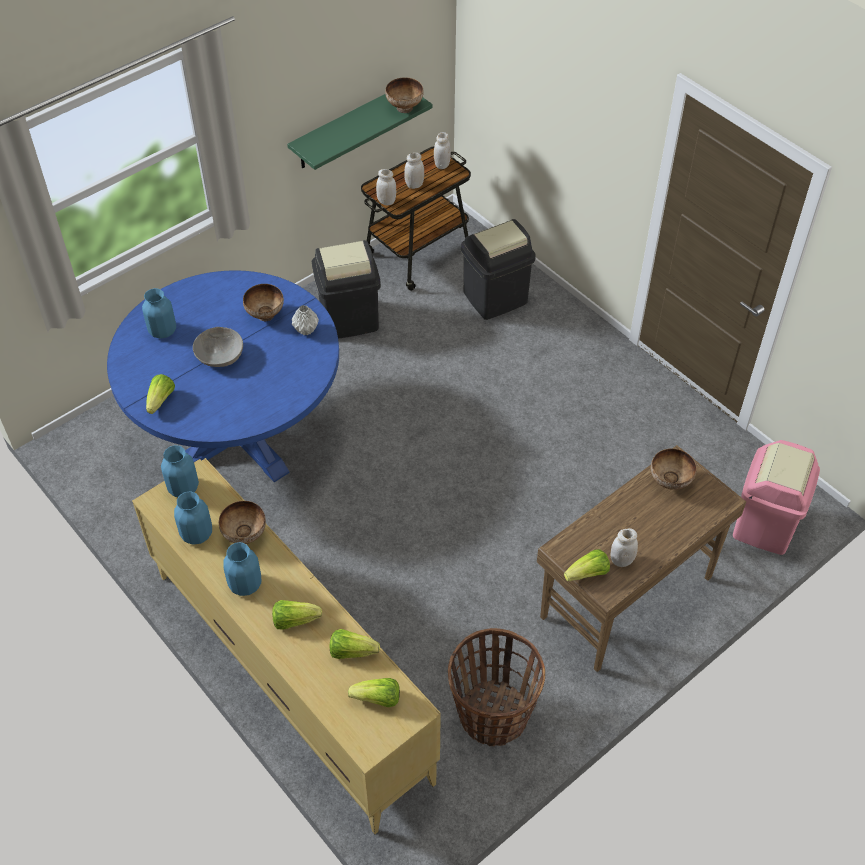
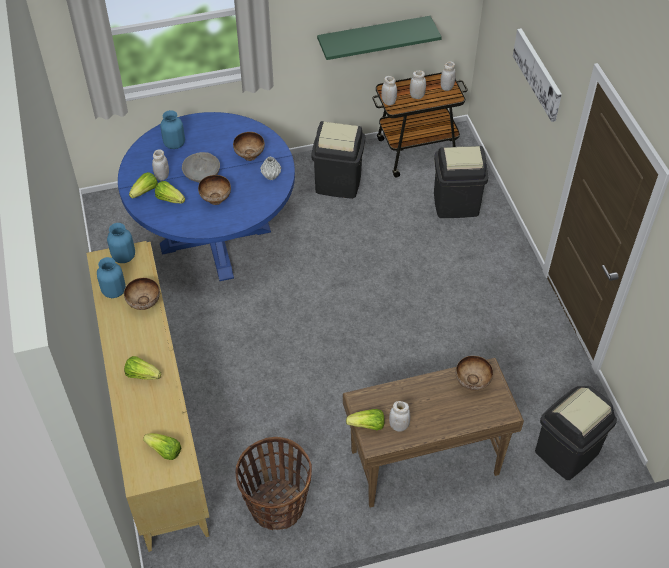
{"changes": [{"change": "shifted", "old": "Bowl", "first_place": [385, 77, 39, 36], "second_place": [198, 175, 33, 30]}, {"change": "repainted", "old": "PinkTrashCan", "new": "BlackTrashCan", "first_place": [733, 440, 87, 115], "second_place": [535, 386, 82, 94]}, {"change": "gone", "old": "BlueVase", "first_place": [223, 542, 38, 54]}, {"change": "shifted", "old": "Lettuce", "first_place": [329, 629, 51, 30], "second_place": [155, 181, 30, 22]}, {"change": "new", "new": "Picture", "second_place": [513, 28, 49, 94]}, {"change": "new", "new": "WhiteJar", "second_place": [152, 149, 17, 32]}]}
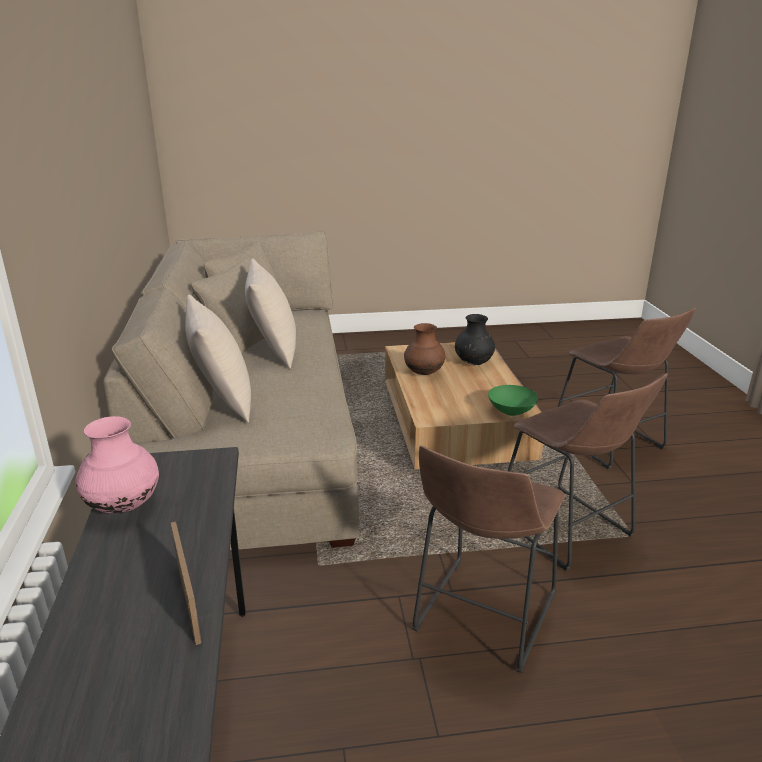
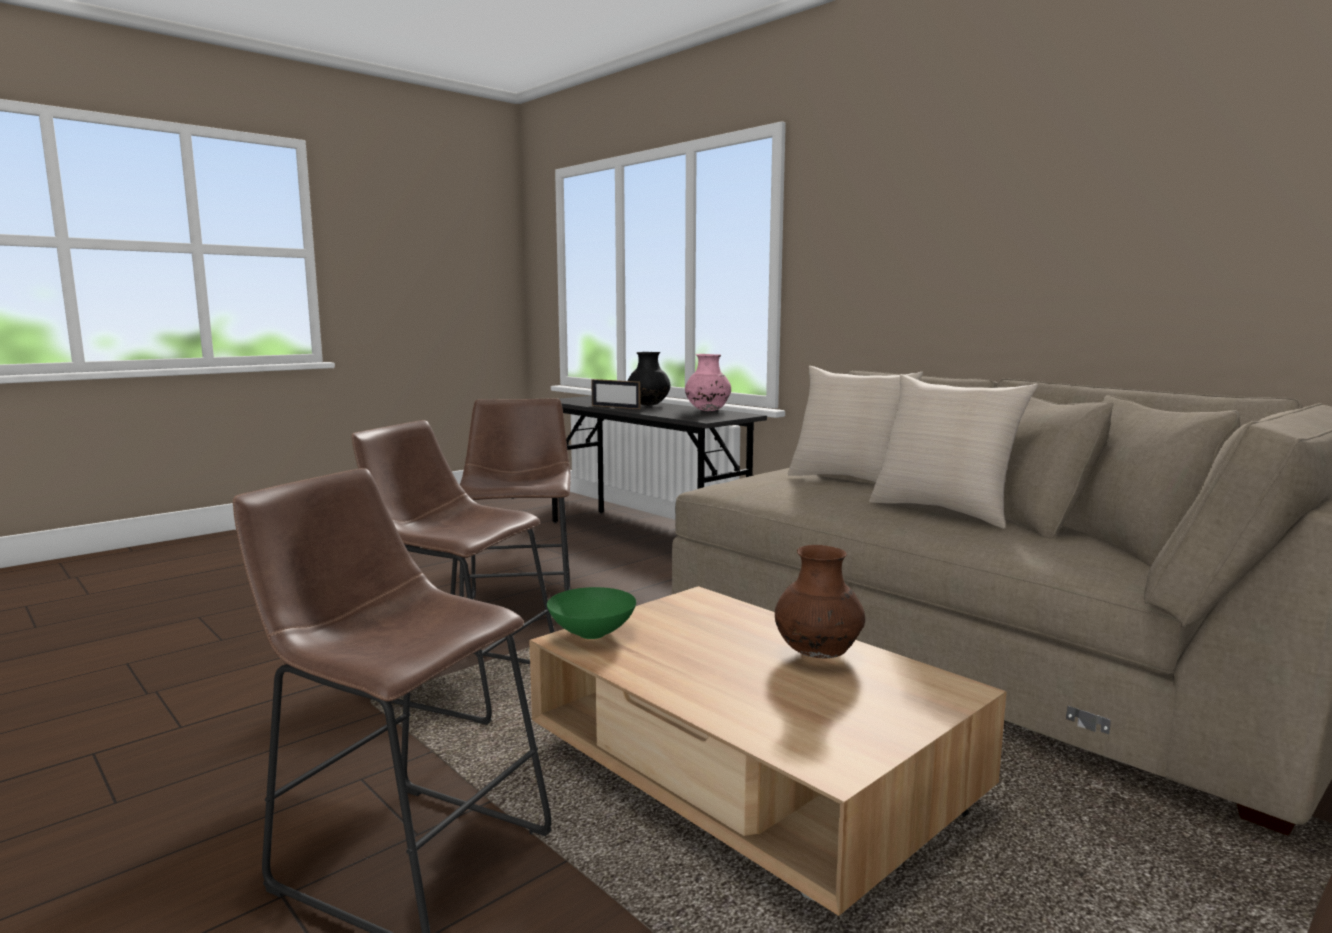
{"changes": [{"change": "shifted", "old": "BlackVase", "first_place": [455, 314, 40, 51], "second_place": [627, 352, 44, 54]}]}
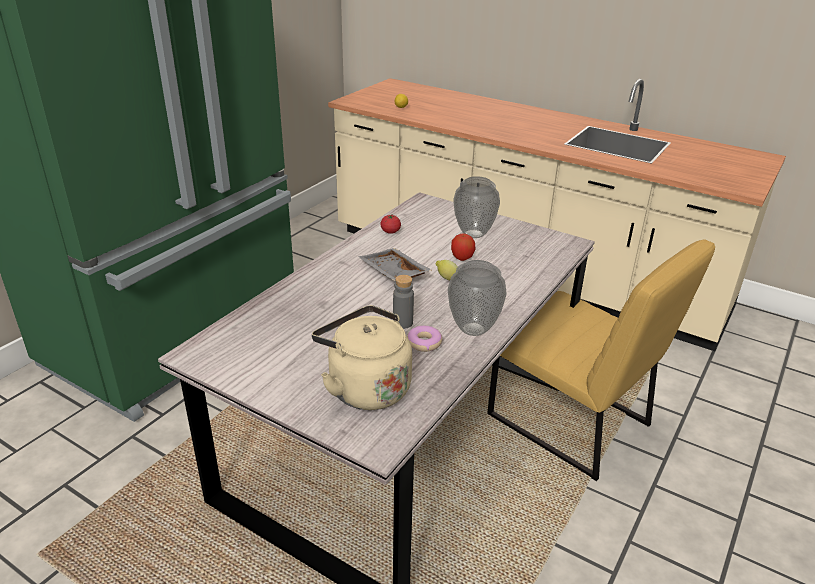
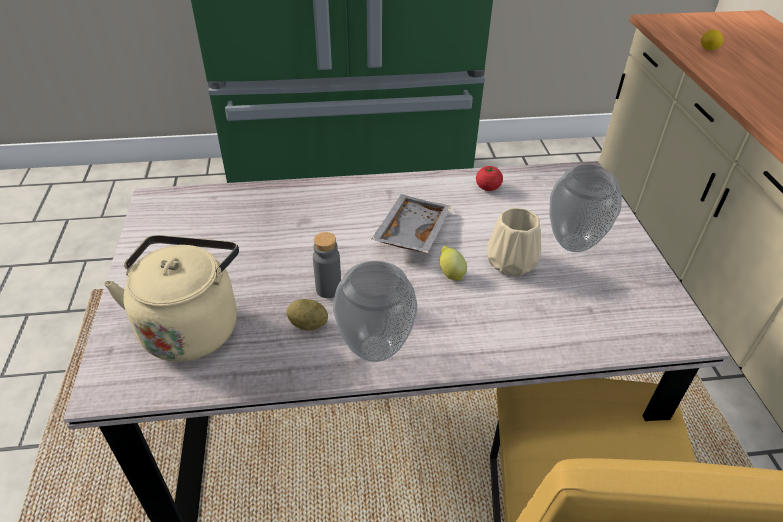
{"changes": [{"change": "swapped", "old": "Apple", "new": "BeigeVase", "first_place": [451, 233, 24, 28], "second_place": [488, 208, 53, 68]}, {"change": "swapped", "old": "Donut", "new": "Potato", "first_place": [407, 326, 35, 26], "second_place": [286, 299, 42, 31]}]}
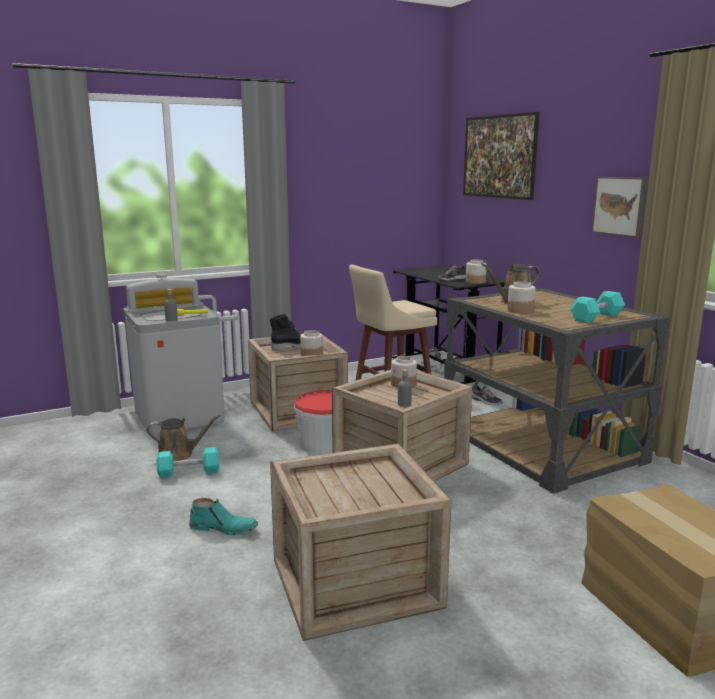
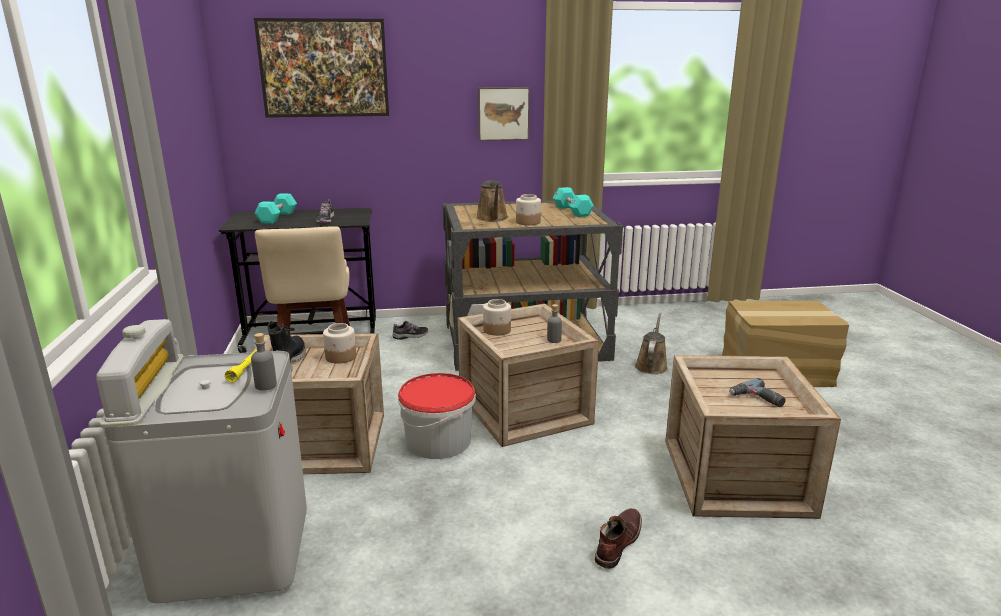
{"changes": [{"change": "gone", "old": "Jar", "first_place": [466, 260, 21, 24]}, {"change": "shifted", "old": "BrownWateringCan", "first_place": [147, 415, 74, 46], "second_place": [635, 313, 33, 61]}, {"change": "shifted", "old": "TurquoiseDumbbell", "first_place": [156, 447, 63, 31], "second_place": [255, 193, 42, 31]}, {"change": "repainted", "old": "TurquoiseBoot", "new": "BrownBoot", "first_place": [189, 498, 69, 37], "second_place": [595, 508, 47, 61]}, {"change": "new", "new": "PowerDrill", "second_place": [729, 378, 57, 29]}]}
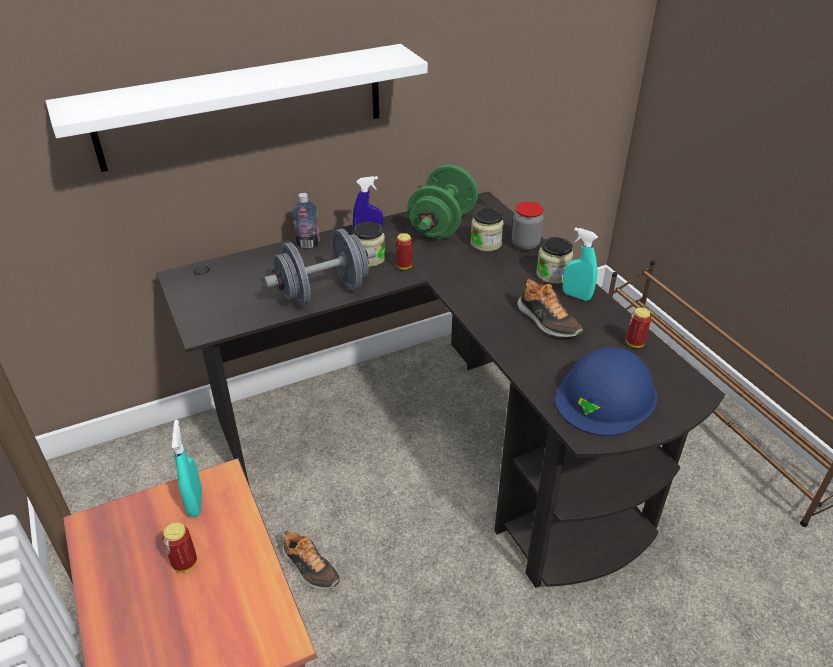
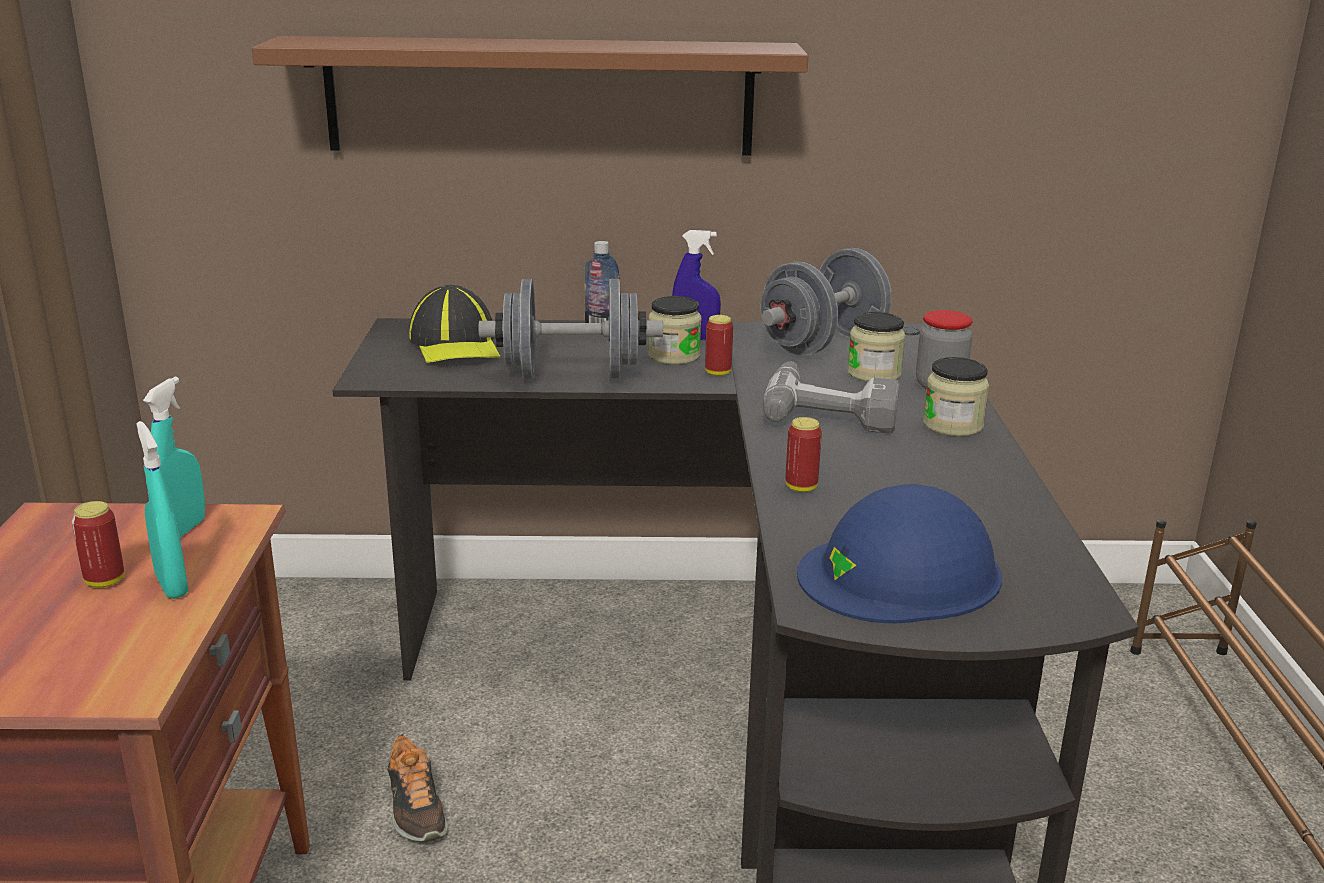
{"changes": [{"change": "repainted", "old": "WhiteShelf", "new": "BrownShelf", "first_place": [46, 44, 382, 128], "second_place": [252, 36, 556, 120]}, {"change": "repainted", "old": "GreenDumbbell", "new": "GreyDumbbell", "first_place": [407, 165, 71, 74], "second_place": [760, 248, 131, 108]}, {"change": "shifted", "old": "TurquoiseSprayBottle", "first_place": [563, 227, 35, 74], "second_place": [136, 421, 52, 178]}, {"change": "gone", "old": "Shoe", "first_place": [518, 279, 65, 58]}, {"change": "shifted", "old": "Can", "first_place": [626, 308, 25, 40], "second_place": [785, 417, 37, 75]}, {"change": "new", "new": "Cap", "second_place": [409, 285, 91, 78]}, {"change": "new", "new": "PowerDrill", "second_place": [763, 361, 137, 73]}]}
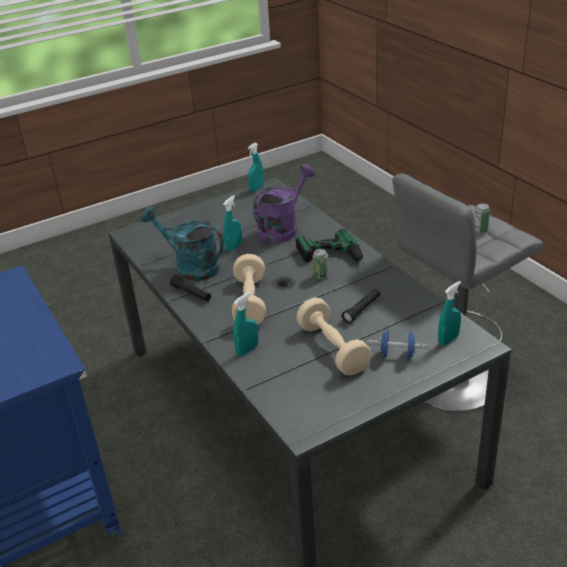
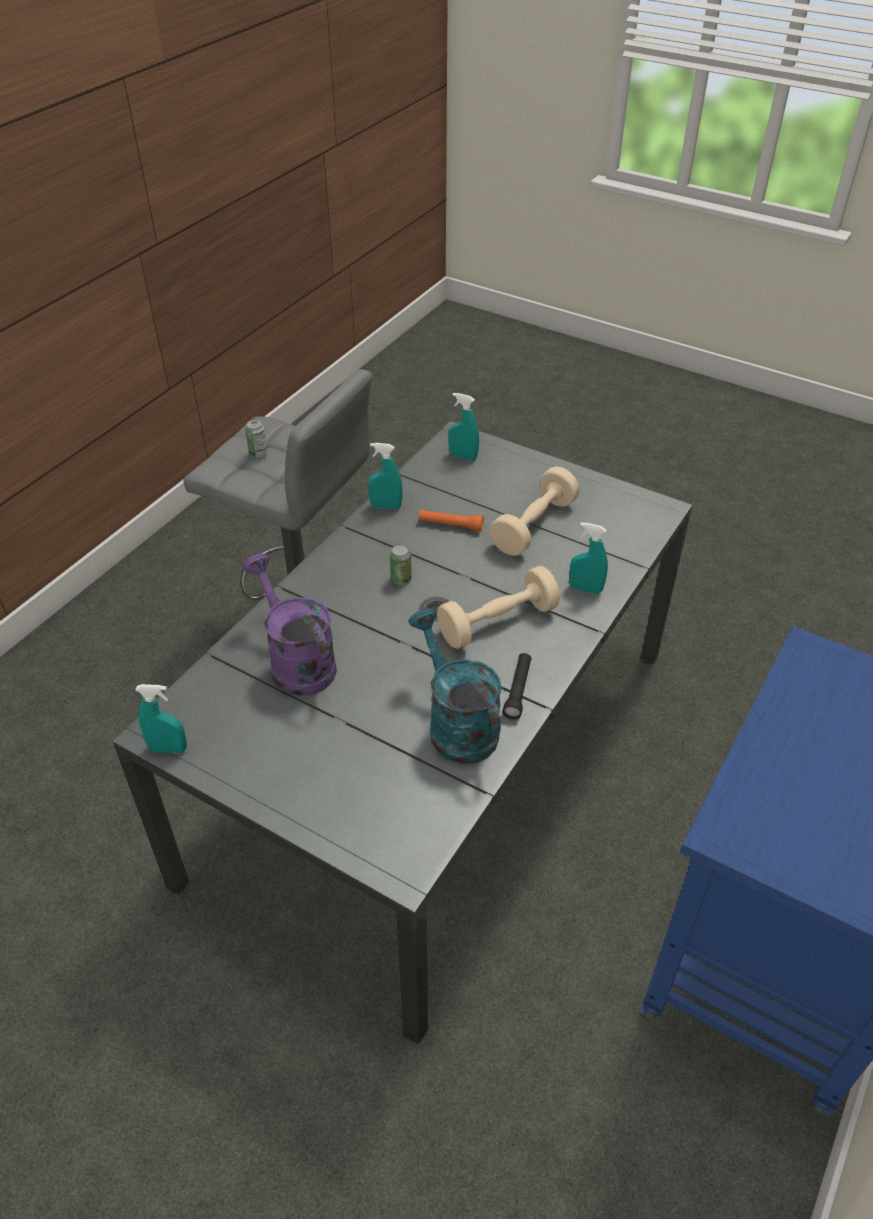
{"changes": [{"change": "rotated", "old": "PurpleWateringCan", "first_place": [253, 164, 62, 79], "second_place": [243, 553, 94, 143], "degrees": 45}, {"change": "shifted", "old": "TurquoiseSprayBottle", "first_place": [223, 195, 19, 57], "second_place": [368, 443, 34, 67]}, {"change": "rotated", "old": "TurquoiseWateringCan", "first_place": [141, 206, 83, 75], "second_place": [408, 608, 94, 156], "degrees": 150}, {"change": "gone", "old": "PowerDrill", "first_place": [296, 229, 69, 37]}, {"change": "repainted", "old": "BlackFlashlight", "new": "OrangeFlashlight", "first_place": [342, 289, 38, 34], "second_place": [419, 510, 65, 22]}, {"change": "gone", "old": "BlueDumbbell", "first_place": [368, 330, 61, 30]}]}
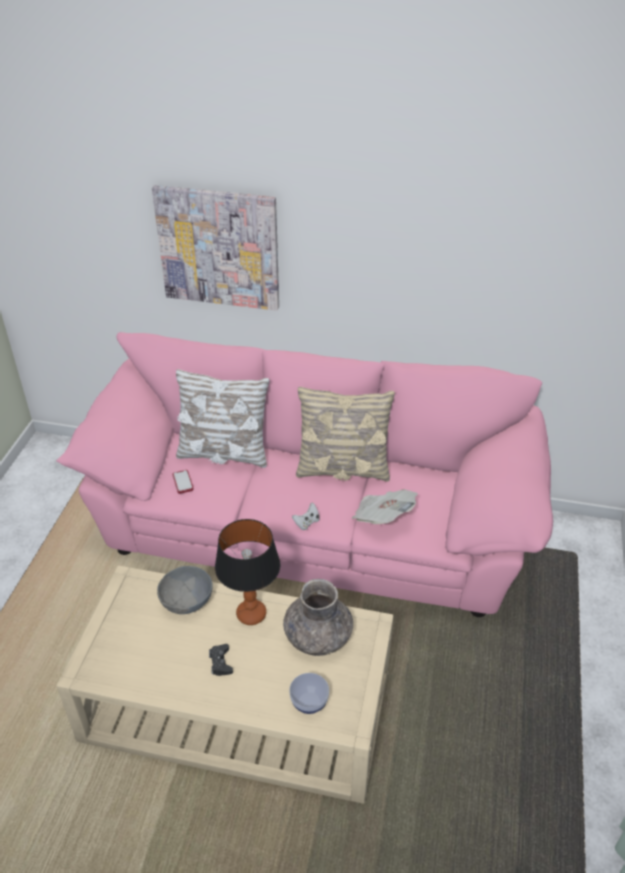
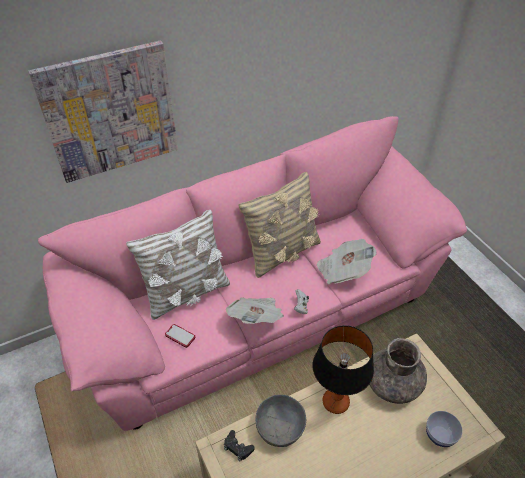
{"changes": [{"change": "shifted", "old": "BlackGameController", "first_place": [209, 644, 24, 32], "second_place": [224, 430, 31, 31]}, {"change": "new", "new": "Newspaper", "second_place": [226, 297, 58, 27]}]}
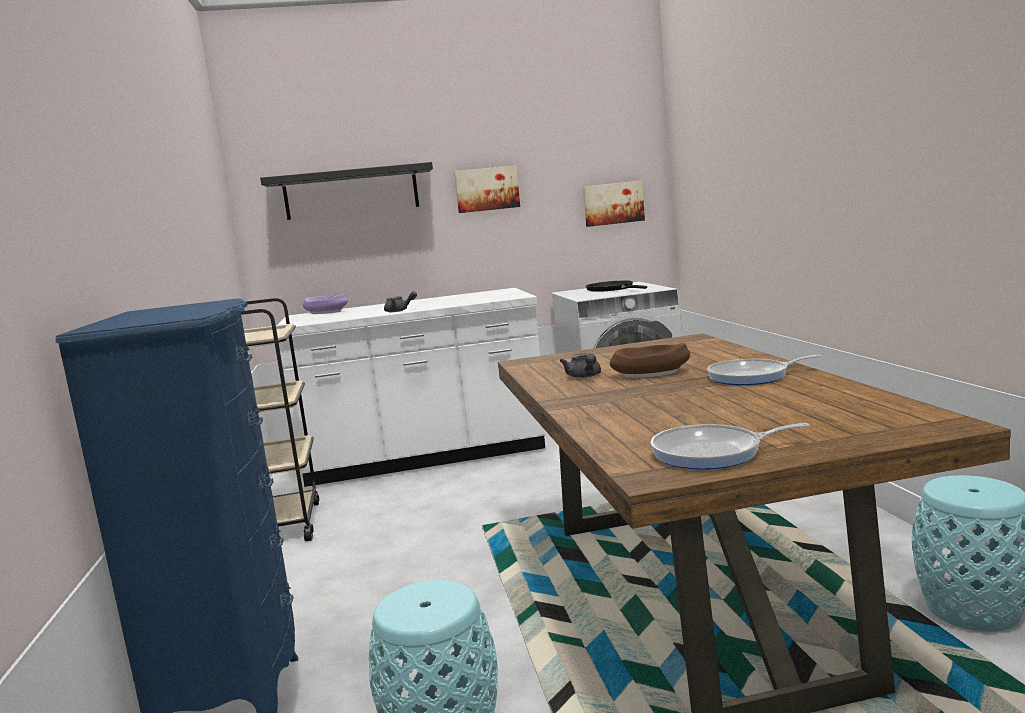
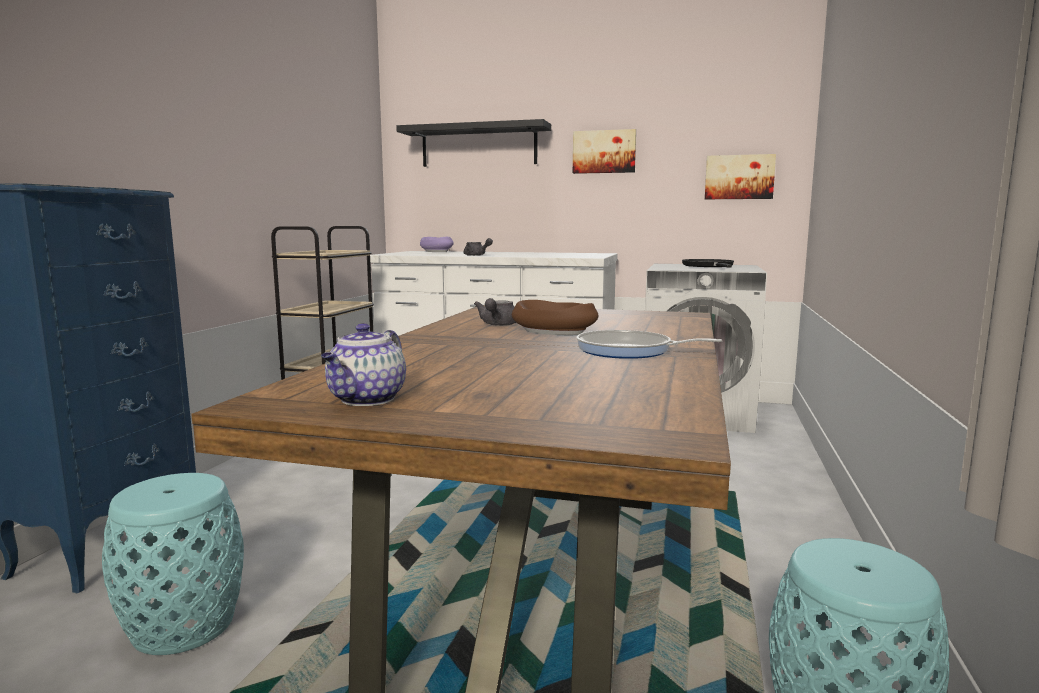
{"changes": [{"change": "swapped", "old": "FryingPan", "new": "Teapot", "first_place": [651, 423, 159, 47], "second_place": [321, 323, 85, 83]}]}
